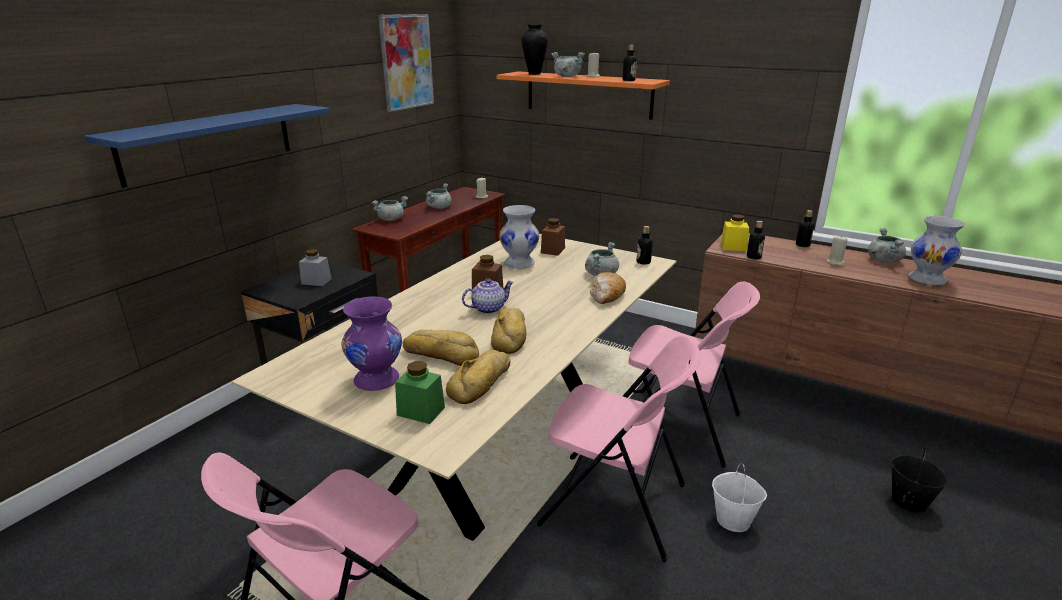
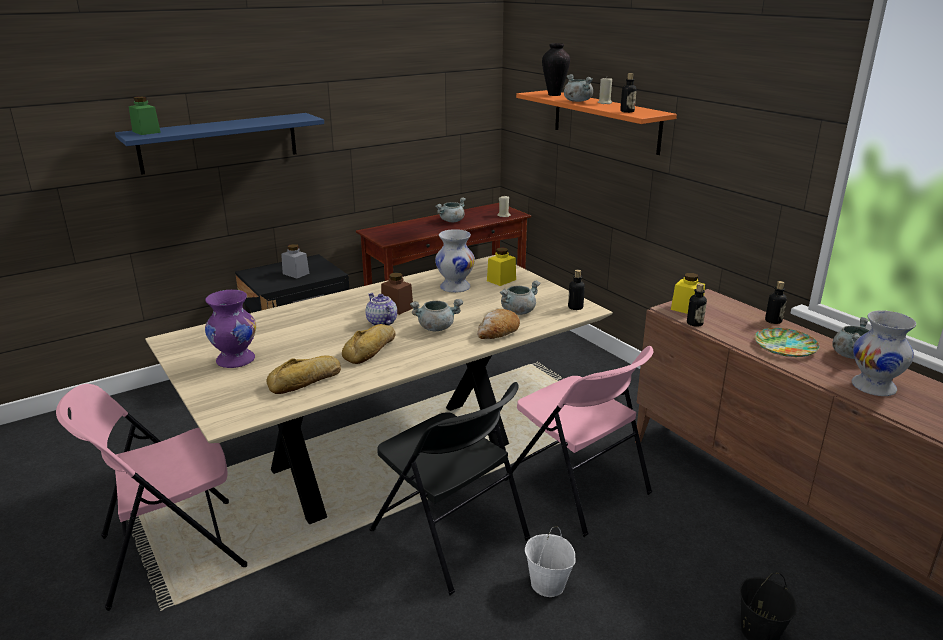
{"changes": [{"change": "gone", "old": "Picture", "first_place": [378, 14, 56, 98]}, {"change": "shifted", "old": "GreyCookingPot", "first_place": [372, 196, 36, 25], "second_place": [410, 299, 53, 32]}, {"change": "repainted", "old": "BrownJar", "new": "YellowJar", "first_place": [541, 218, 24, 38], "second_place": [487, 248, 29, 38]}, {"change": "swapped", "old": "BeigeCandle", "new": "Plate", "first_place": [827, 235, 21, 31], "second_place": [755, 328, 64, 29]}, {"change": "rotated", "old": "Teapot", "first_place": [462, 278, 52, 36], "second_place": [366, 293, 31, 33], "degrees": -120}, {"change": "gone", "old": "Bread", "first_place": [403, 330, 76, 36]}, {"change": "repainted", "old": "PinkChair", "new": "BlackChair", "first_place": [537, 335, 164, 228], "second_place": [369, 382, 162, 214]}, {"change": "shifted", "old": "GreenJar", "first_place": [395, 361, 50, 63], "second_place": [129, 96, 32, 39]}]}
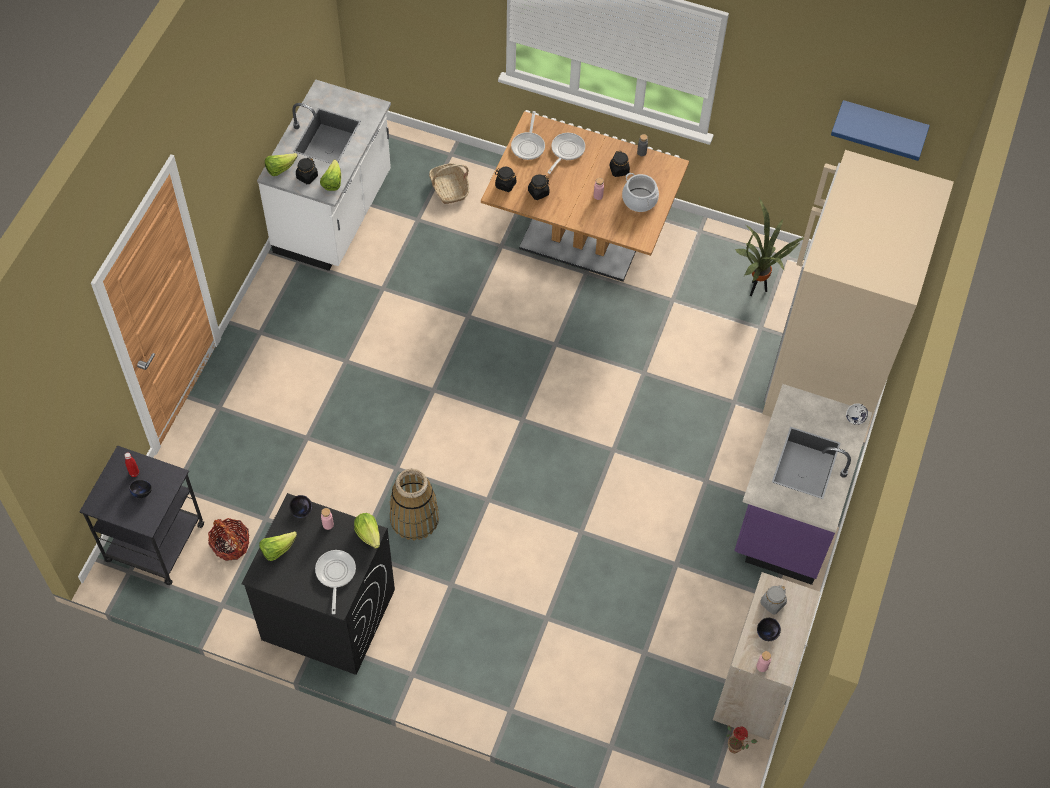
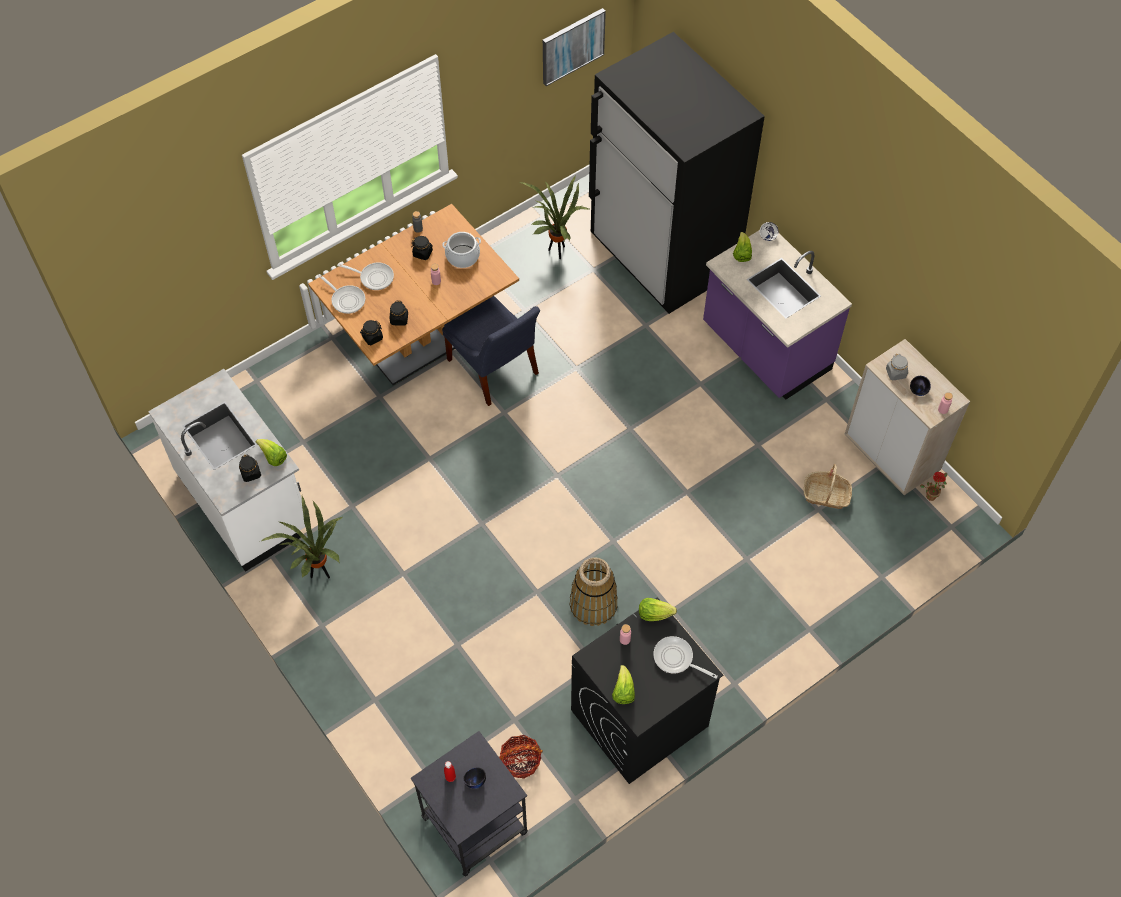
{"changes": [{"change": "swapped", "old": "BlueShelf", "new": "Picture", "first_place": [831, 100, 99, 61], "second_place": [543, 8, 63, 78]}, {"change": "rotated", "old": "FryingPan", "first_place": [547, 133, 38, 41], "second_place": [337, 263, 57, 27], "degrees": 135}, {"change": "repainted", "old": "BeigeFridge", "new": "BlackFridge", "first_place": [762, 150, 192, 276], "second_place": [589, 32, 176, 282]}, {"change": "shifted", "old": "Lettuce", "first_place": [265, 153, 33, 23], "second_place": [733, 232, 19, 30]}, {"change": "shifted", "old": "Basket", "first_place": [429, 163, 40, 41], "second_place": [804, 464, 48, 45]}, {"change": "gone", "old": "BlackBowl", "first_place": [289, 495, 23, 23]}, {"change": "new", "new": "BlueChair", "second_place": [442, 296, 98, 110]}, {"change": "new", "new": "PottedPlant", "second_place": [261, 496, 82, 83]}]}
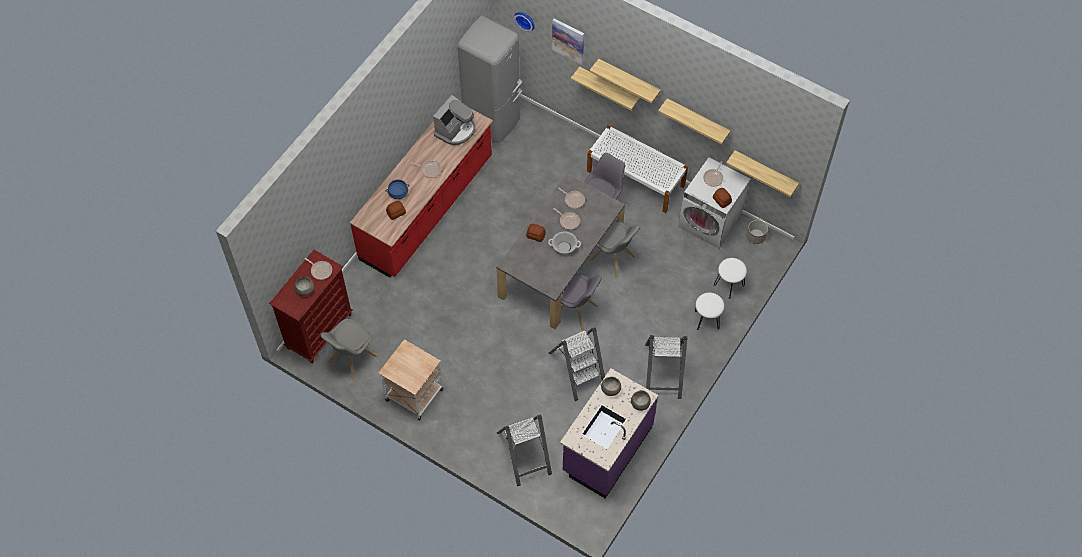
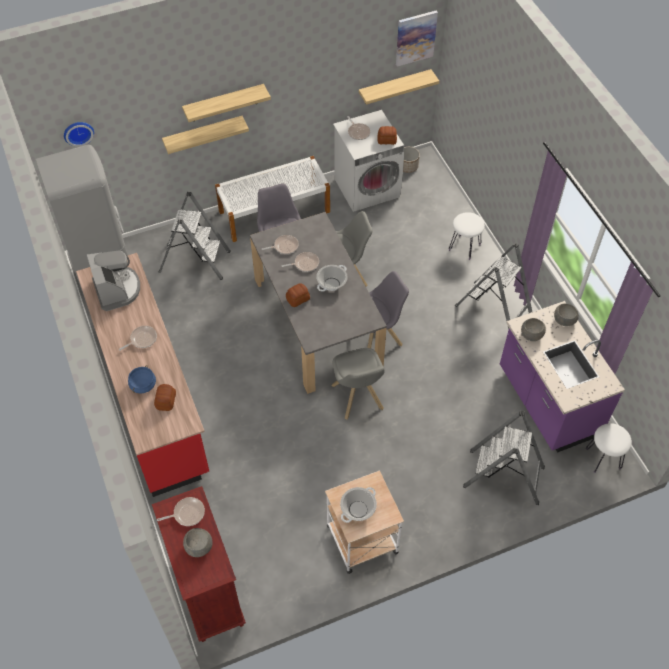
{"changes": [{"change": "shifted", "old": "Picture", "first_place": [552, 19, 32, 46], "second_place": [396, 10, 42, 56]}, {"change": "gone", "old": "Shelf", "first_place": [658, 99, 73, 46]}, {"change": "shifted", "old": "WhiteStool", "first_place": [714, 258, 33, 41], "second_place": [586, 423, 46, 50]}, {"change": "shifted", "old": "GreyChair", "first_place": [320, 319, 57, 61], "second_place": [331, 348, 54, 72]}, {"change": "shifted", "old": "GreyStepLadder", "first_place": [548, 327, 57, 74], "second_place": [159, 192, 72, 88]}, {"change": "new", "new": "CookingPot", "second_place": [340, 487, 37, 36]}]}
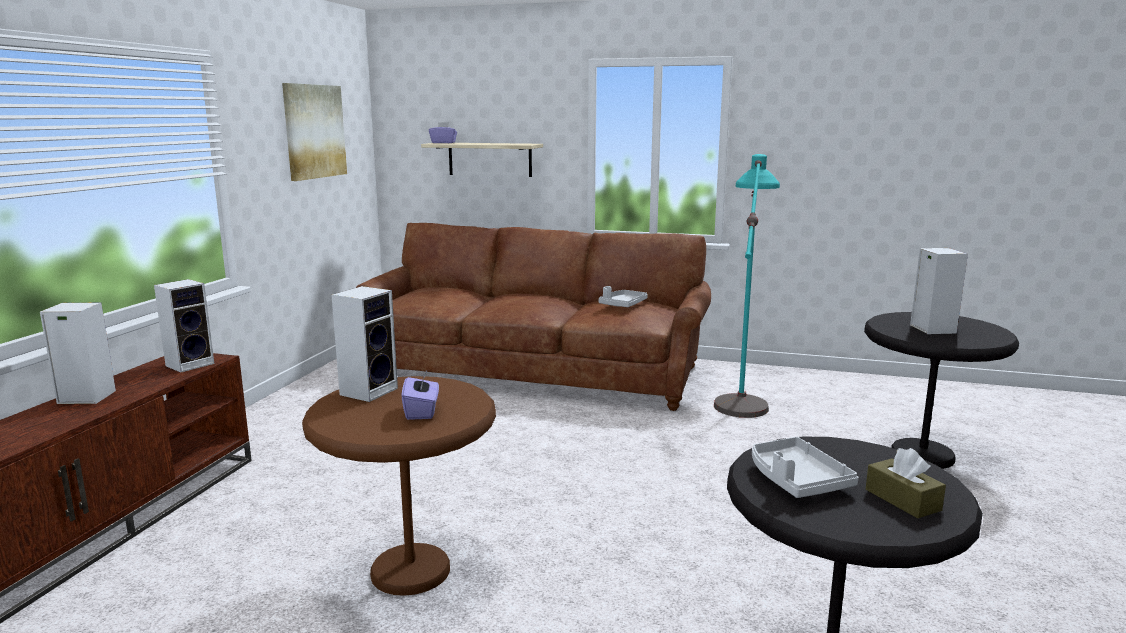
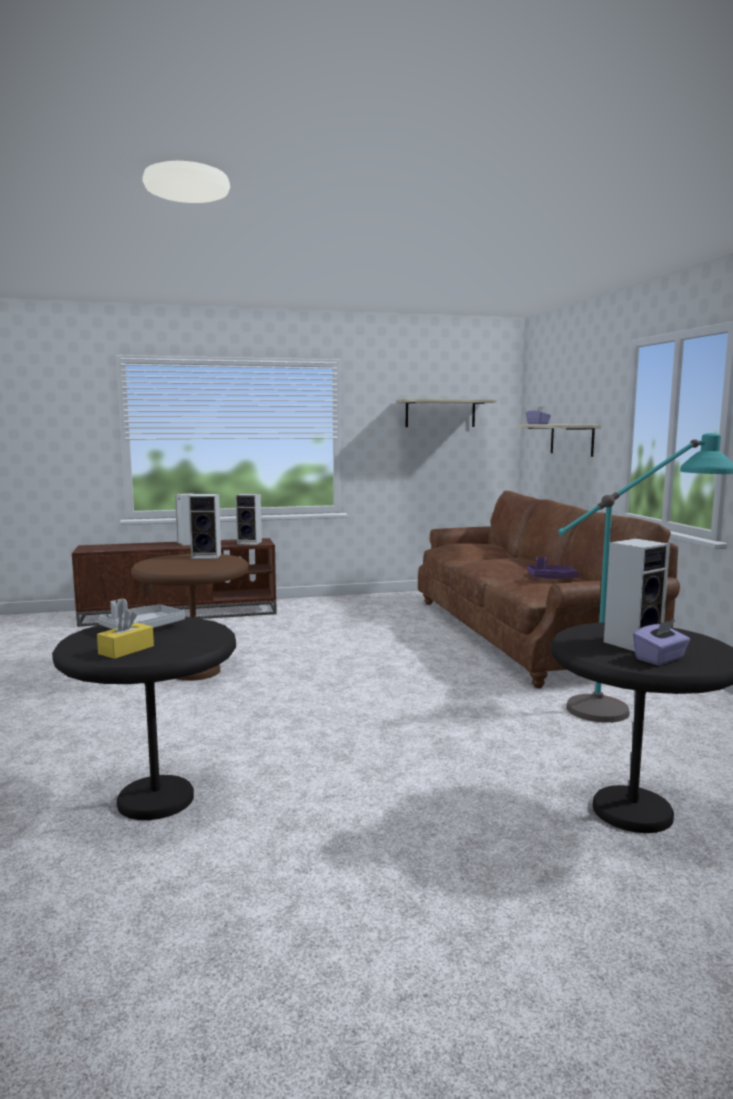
{"changes": [{"change": "swapped", "old": "Picture", "new": "Shelf", "first_place": [282, 83, 65, 98], "second_place": [396, 399, 101, 28]}, {"change": "repainted", "old": "GreyTray", "new": "PurpleTray", "first_place": [598, 286, 50, 21], "second_place": [527, 557, 51, 22]}, {"change": "shifted", "old": "PurpleTissueBox", "first_place": [402, 371, 37, 49], "second_place": [633, 620, 57, 45]}, {"change": "repainted", "old": "BrownTissueBox", "new": "YellowTissueBox", "first_place": [866, 448, 80, 70], "second_place": [97, 610, 57, 49]}]}
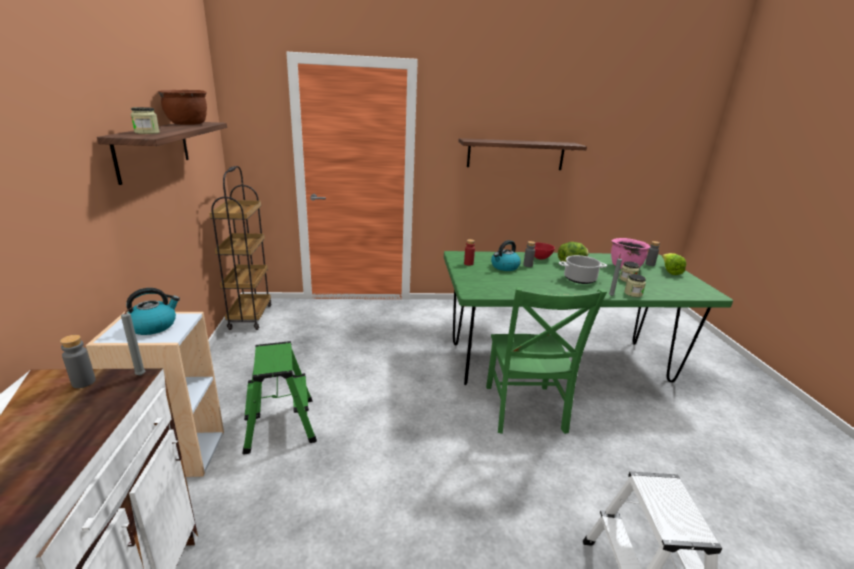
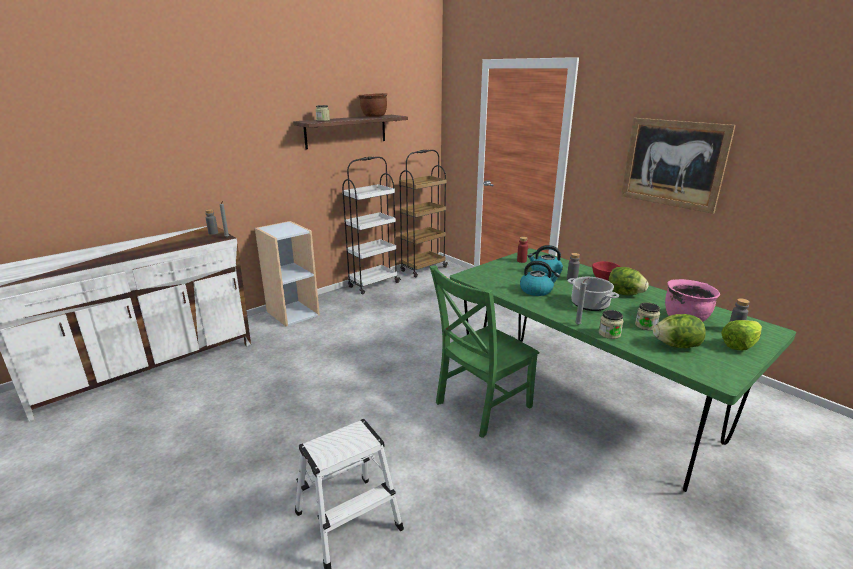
{"changes": [{"change": "swapped", "old": "Shelf", "new": "Picture", "first_place": [458, 138, 129, 32], "second_place": [621, 118, 115, 96]}, {"change": "shifted", "old": "Kettle", "first_place": [126, 288, 54, 47], "second_place": [520, 261, 40, 35]}, {"change": "gone", "old": "GreenStepLadder", "first_place": [242, 341, 75, 113]}, {"change": "new", "new": "WhiteCart", "second_place": [342, 157, 59, 137]}, {"change": "new", "new": "Lettuce", "second_place": [653, 314, 53, 34]}]}
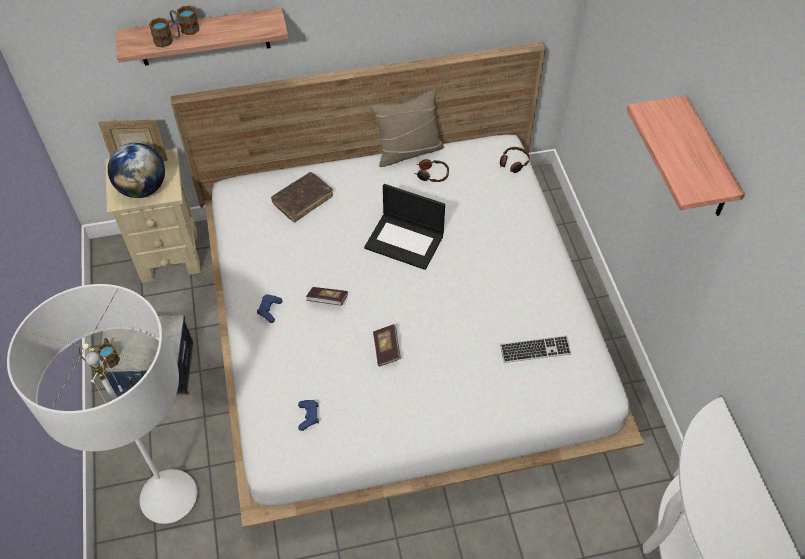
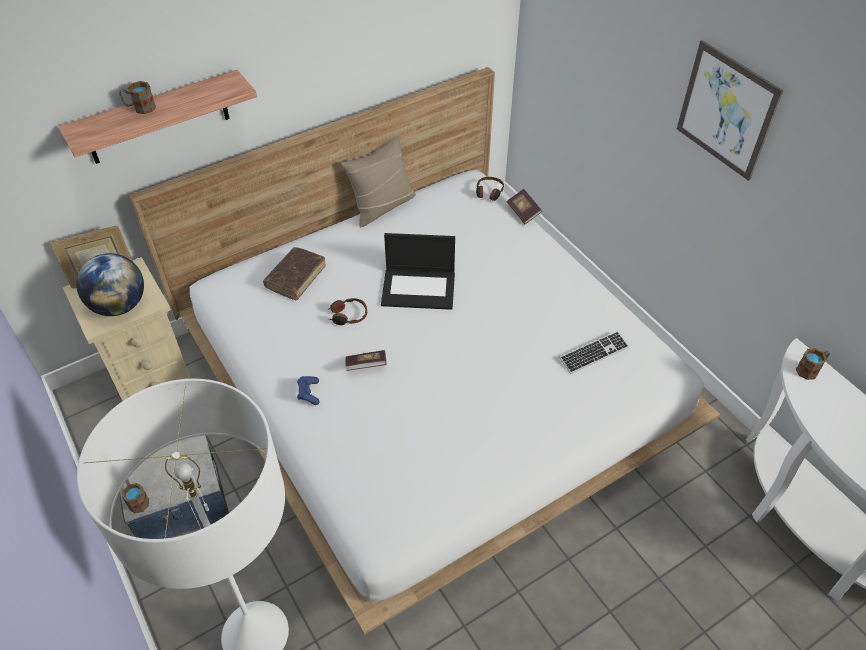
{"changes": [{"change": "shifted", "old": "Mug", "first_place": [149, 18, 31, 30], "second_place": [796, 348, 34, 32]}, {"change": "swapped", "old": "Shelf", "new": "Picture", "first_place": [626, 95, 119, 121], "second_place": [677, 40, 107, 141]}, {"change": "shifted", "old": "Headphones", "first_place": [415, 159, 34, 23], "second_place": [327, 298, 40, 27]}, {"change": "shifted", "old": "Book", "first_place": [373, 324, 28, 43], "second_place": [507, 189, 35, 35]}, {"change": "gone", "old": "BlueGameController", "first_place": [298, 400, 21, 31]}]}
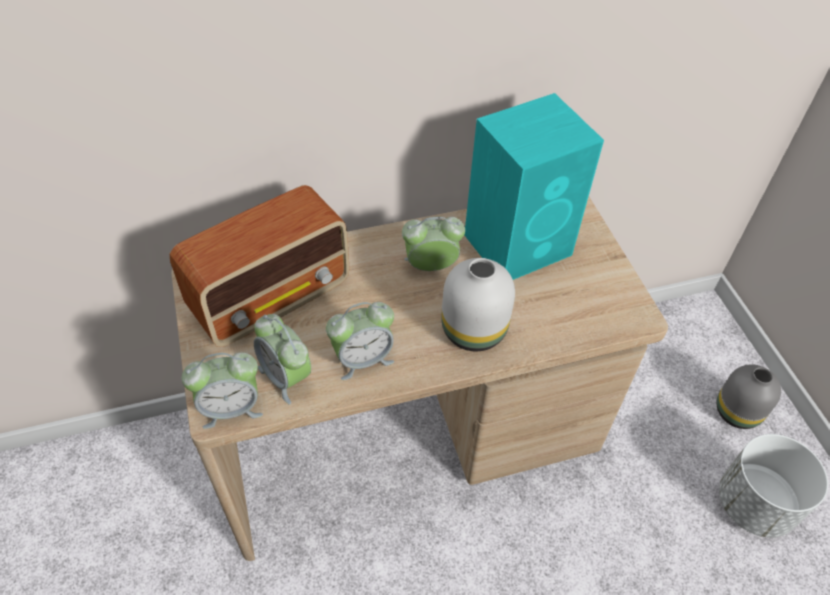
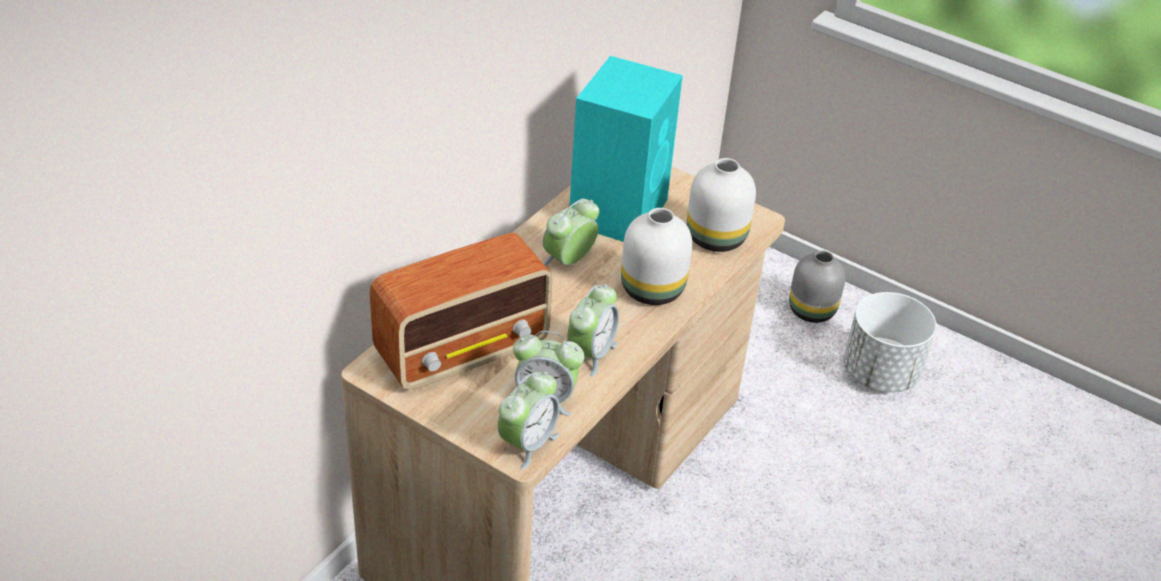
{"changes": [{"change": "rotated", "old": "Radio", "first_place": [170, 185, 180, 162], "second_place": [370, 233, 182, 157], "degrees": 45}, {"change": "new", "new": "WhiteVase", "second_place": [687, 158, 69, 94]}]}
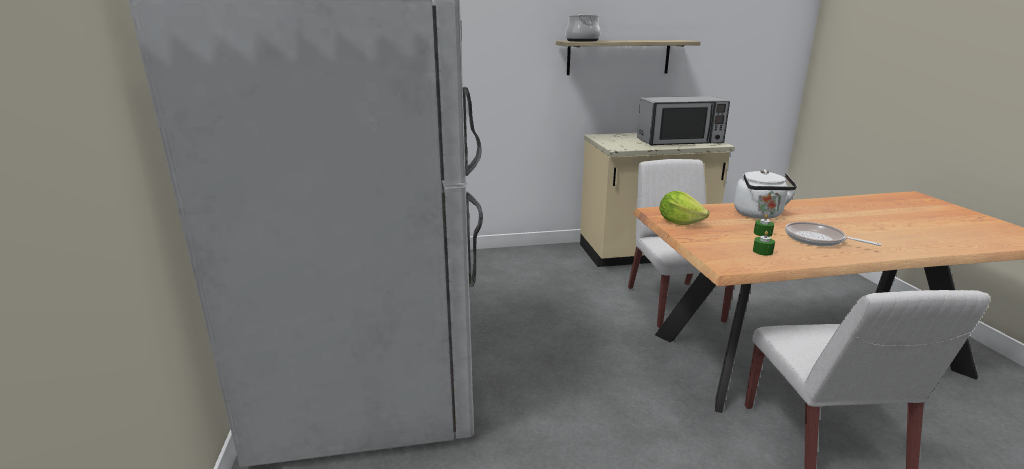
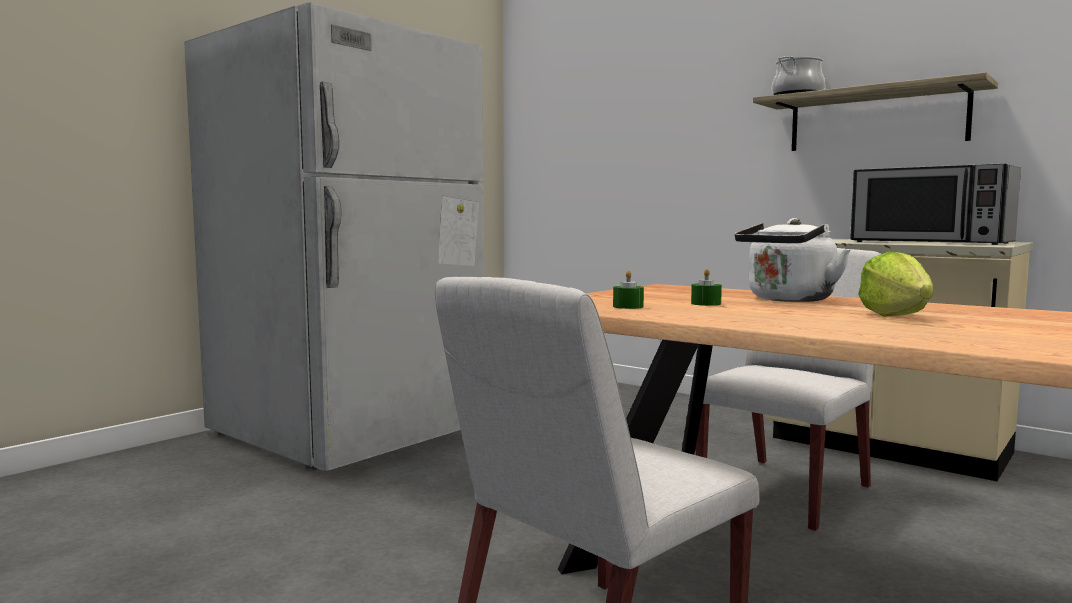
{"changes": [{"change": "shifted", "old": "Lettuce", "first_place": [659, 191, 51, 34], "second_place": [858, 251, 76, 66]}, {"change": "gone", "old": "FryingPan", "first_place": [785, 222, 96, 24]}]}
